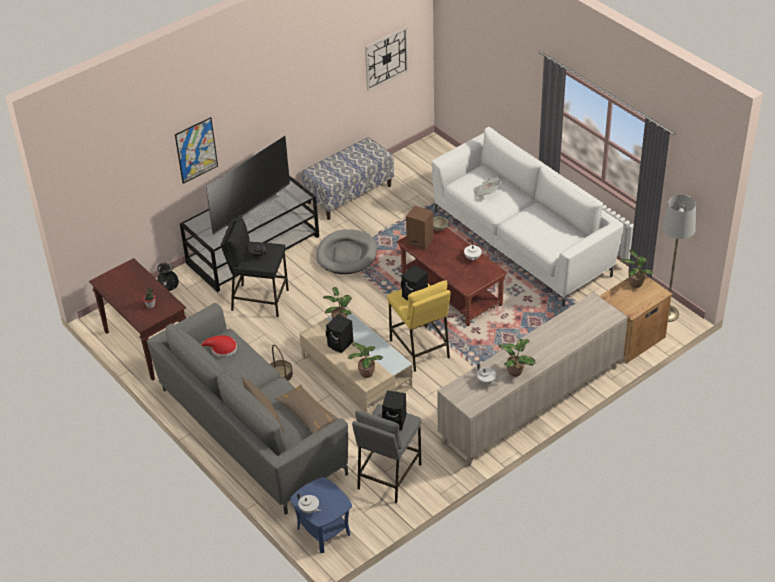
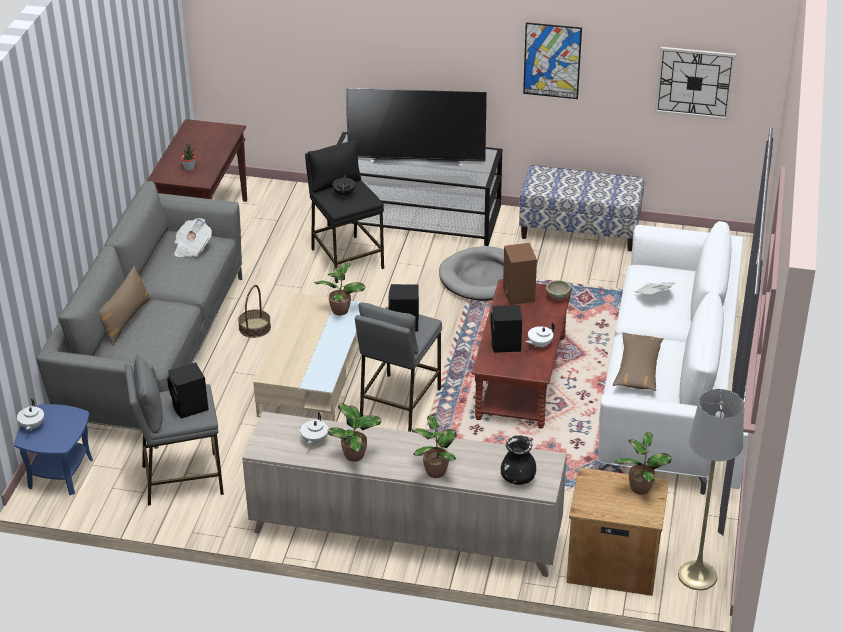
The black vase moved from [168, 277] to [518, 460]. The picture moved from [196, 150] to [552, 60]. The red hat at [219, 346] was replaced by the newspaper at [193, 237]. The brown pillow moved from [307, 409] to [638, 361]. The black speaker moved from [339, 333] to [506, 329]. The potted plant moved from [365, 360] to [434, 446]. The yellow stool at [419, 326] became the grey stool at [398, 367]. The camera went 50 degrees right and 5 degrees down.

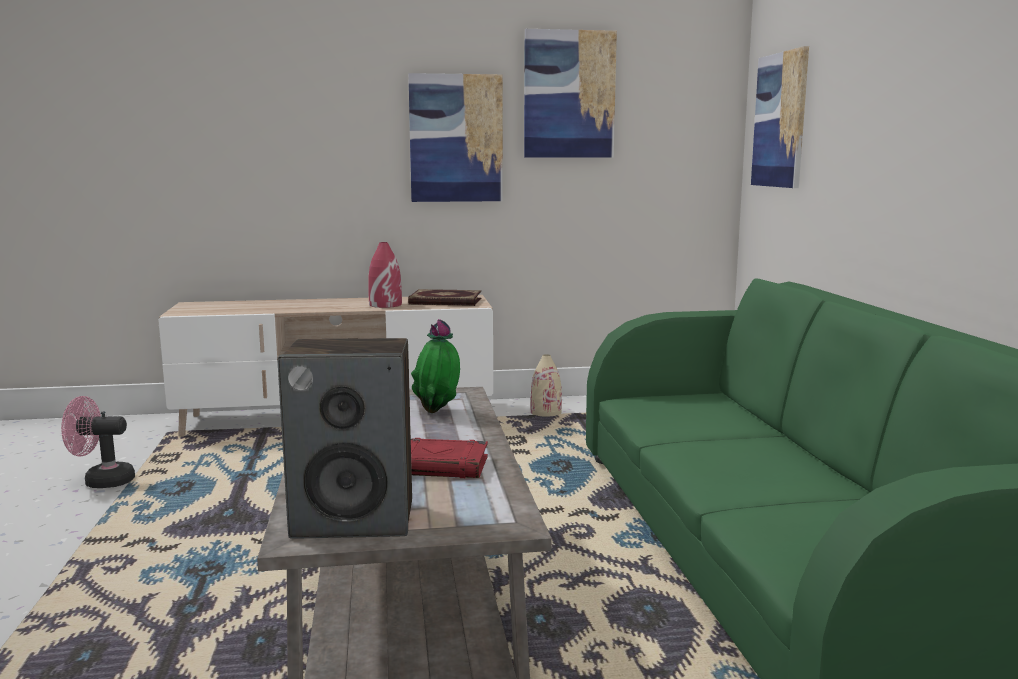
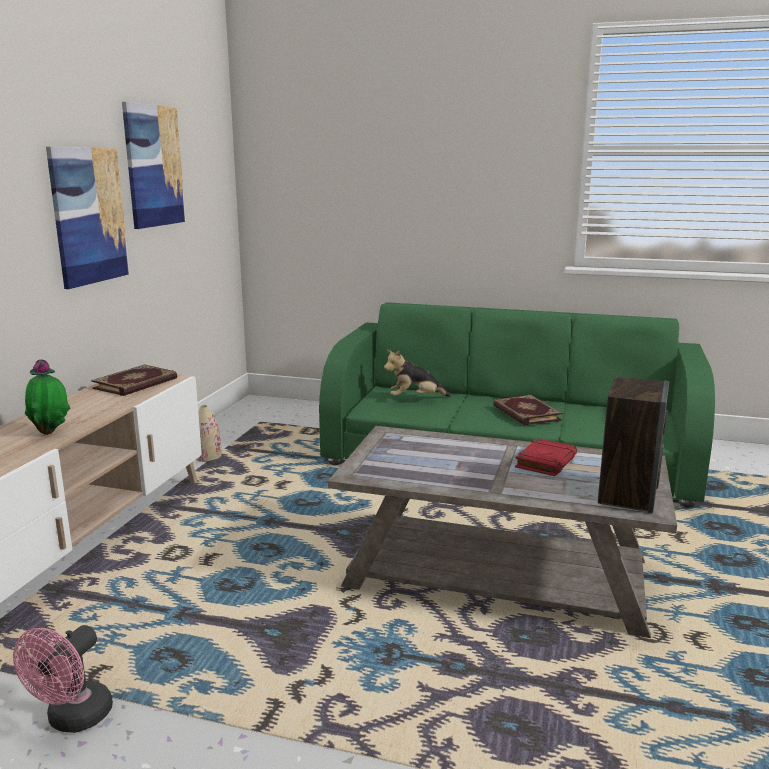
The red vase at [385, 275] disappeared. The potted plant moved from [435, 366] to [47, 397]. The picture at [780, 117] disappeared. The plush toy at [417, 373] appeared. The book at [528, 410] appeared. The camera went 65 degrees left and 5 degrees up.

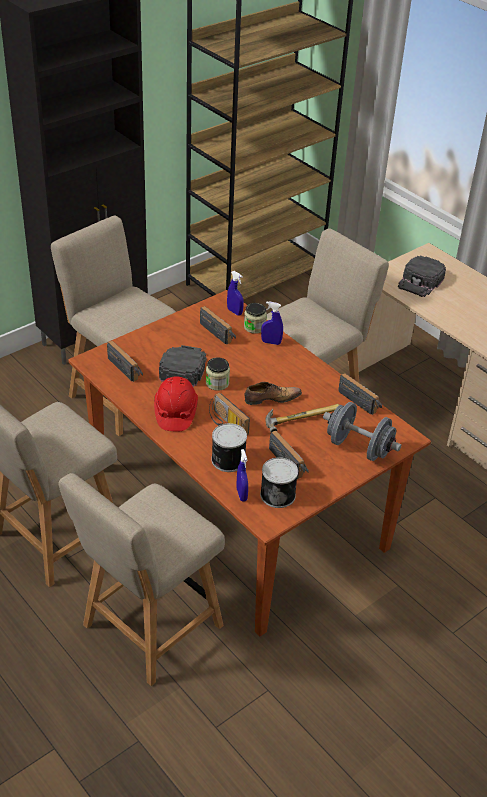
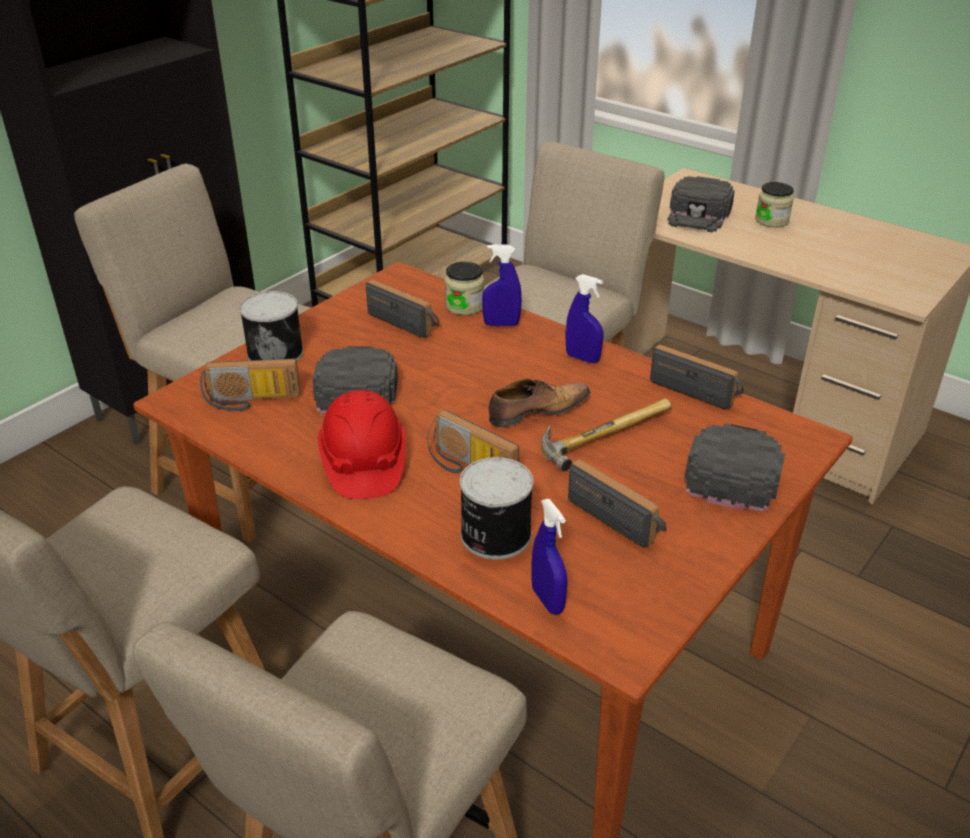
The radio at [125, 361] turned 135 degrees clockwise. The jar moved from [218, 374] to [774, 205]. The blue spray bottle moved from [235, 293] to [584, 318]. The can moved from [279, 482] to [271, 326]. The grey dumbbell at [362, 431] was replaced by the black cap at [735, 467]. The camera went 10 degrees left and 5 degrees down.

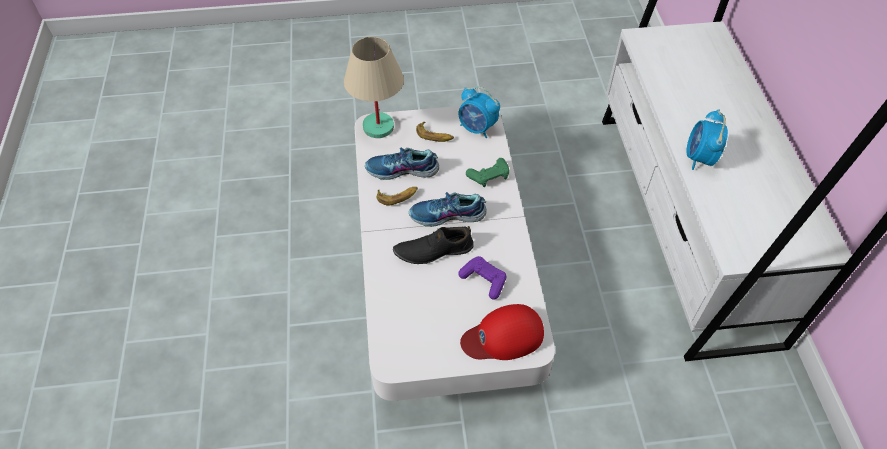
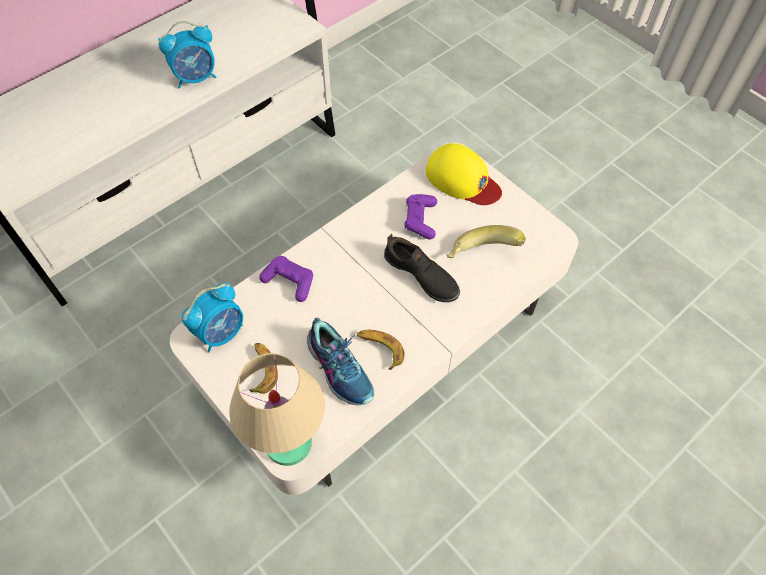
The shoe at [448, 209] disappeared. The alarm clock at [479, 112] turned 45 degrees clockwise. The red cap at [502, 332] became the yellow cap at [464, 174]. The green game controller at [487, 172] became the purple game controller at [286, 279]. The banana at [486, 241] appeared. The camera went 125 degrees left and 5 degrees up.

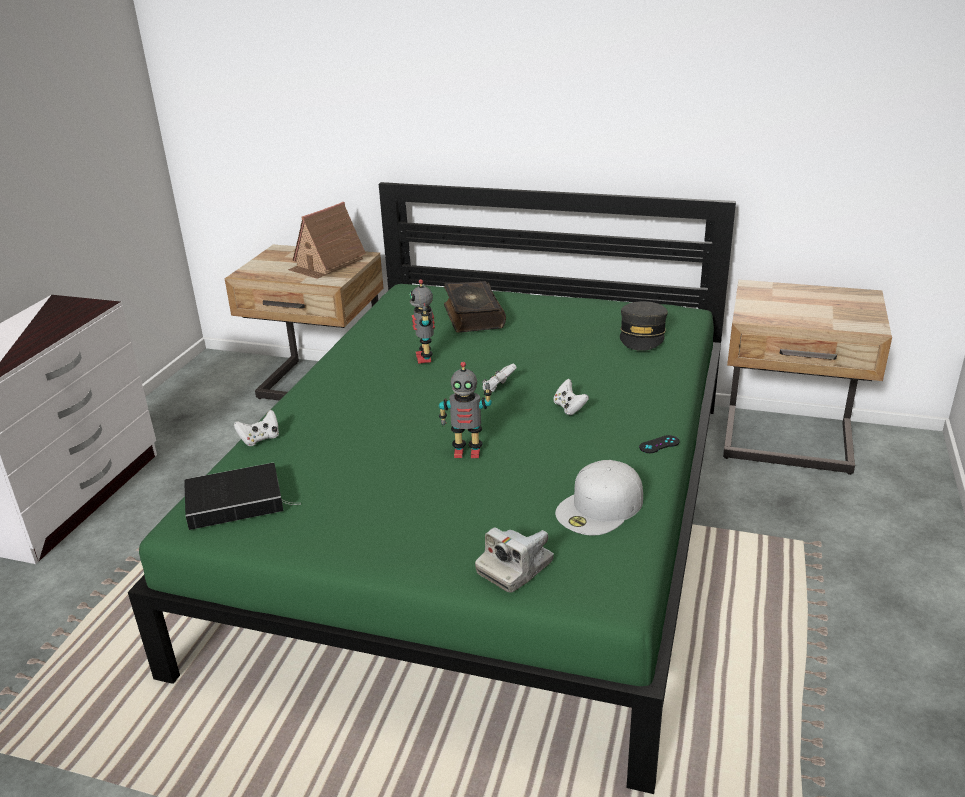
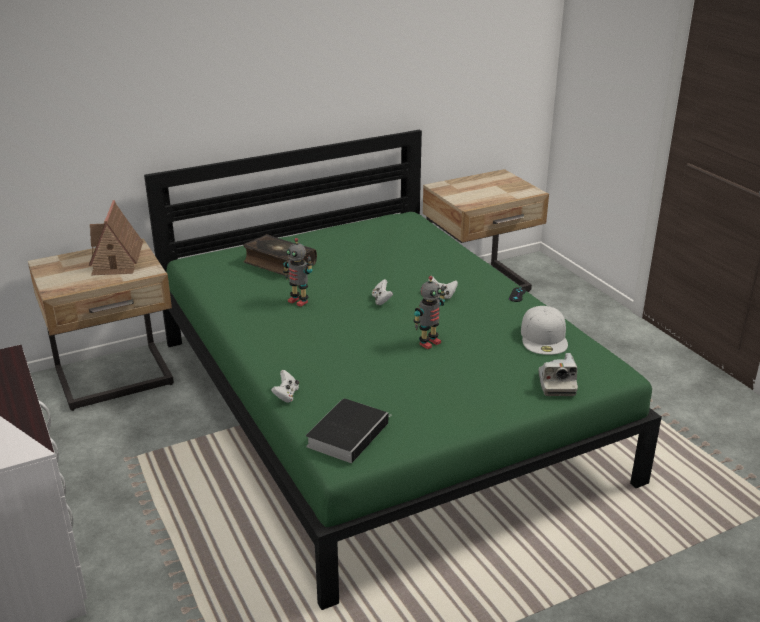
The grey cap at [644, 326] disappeared. The camera went 45 degrees left and 0 degrees up.

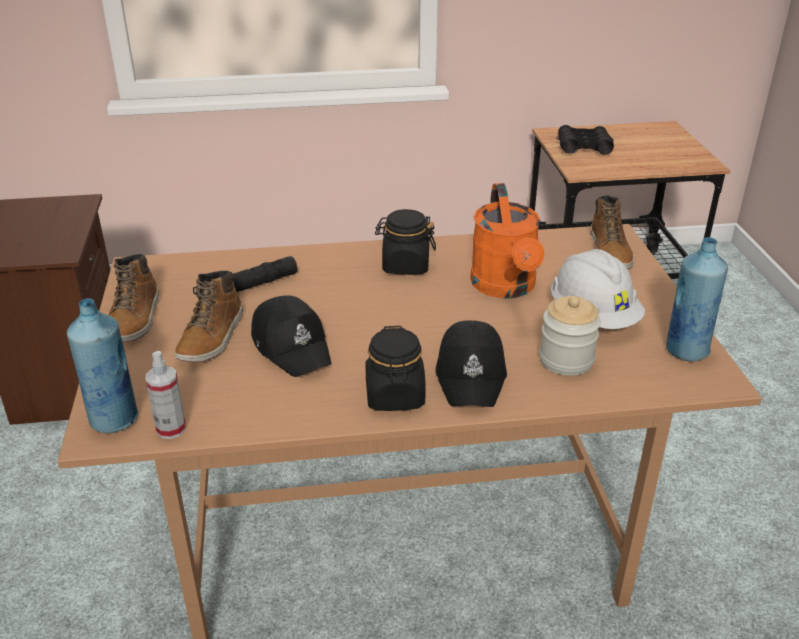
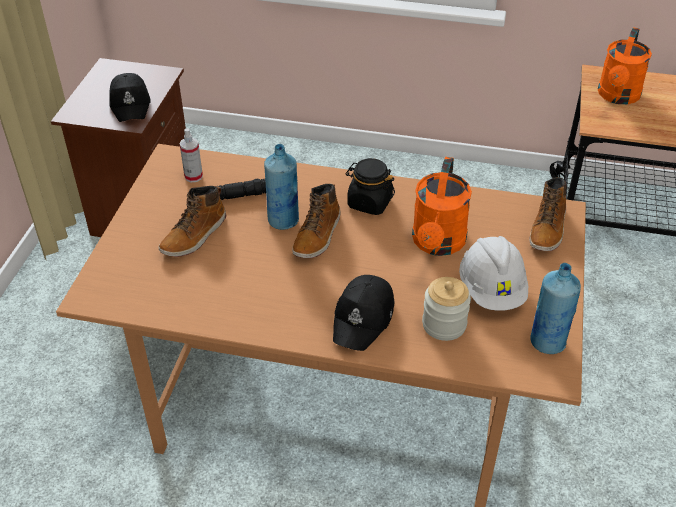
The blue bottle moved from [102, 365] to [281, 187]. The boot moved from [134, 298] to [316, 220]. The spray bottle moved from [165, 395] to [191, 155]. The black cap moved from [291, 336] to [130, 97]. The black jar at [395, 368] disappeared. The black binoculars at [585, 140] was replaced by the orange watering can at [625, 65]. The camera went 20 degrees right and 10 degrees up.

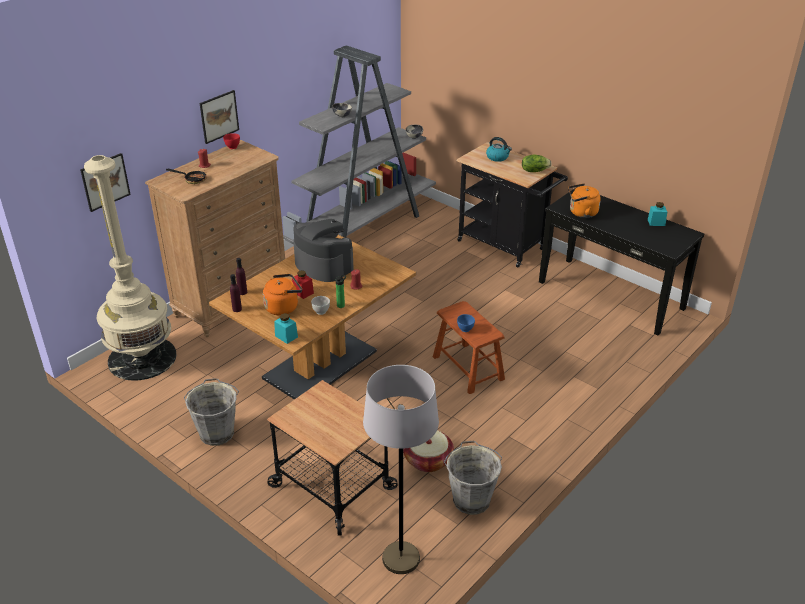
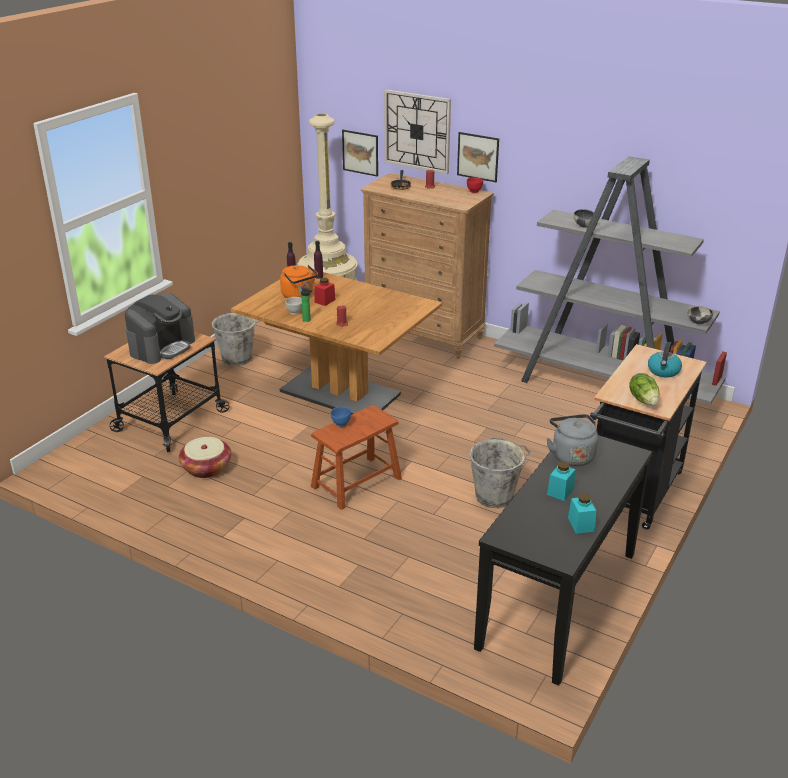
The turquoise jar moved from [286, 328] to [561, 481]. The coffee machine moved from [323, 250] to [160, 328]. The grey floor lamp at [401, 469] disappeared. The grey bucket moved from [473, 477] to [500, 473]. The orange kettle at [584, 200] became the grey kettle at [572, 440]. The wall clock at [417, 132] appeared. The camera went 80 degrees right and 5 degrees down.

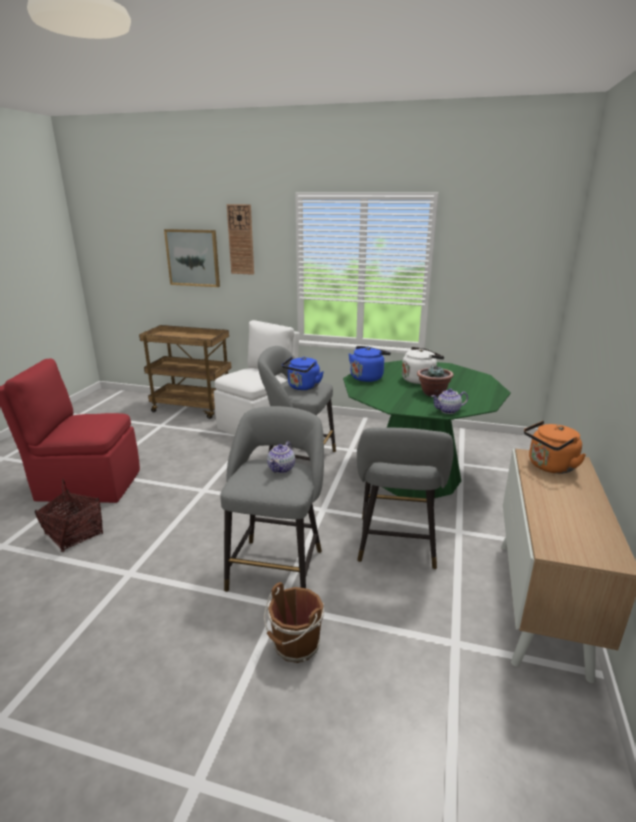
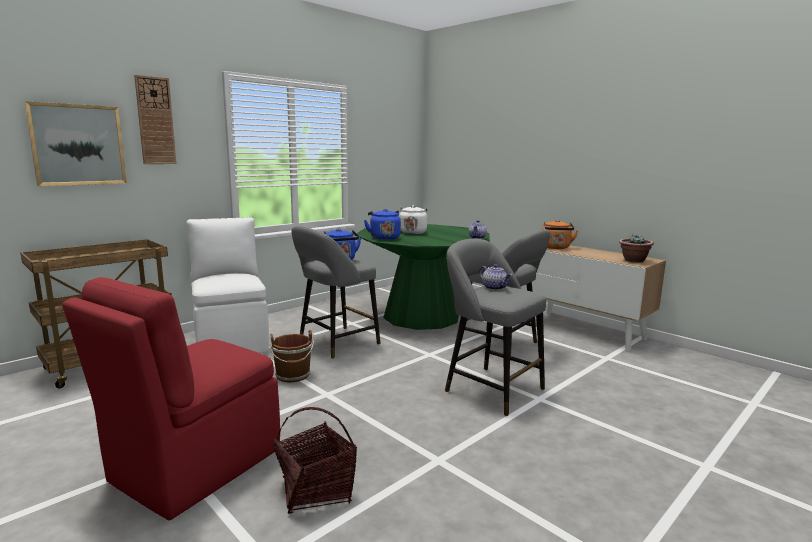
The brown bucket moved from [294, 622] to [292, 356]. The potted plant moved from [435, 381] to [636, 249]. The camera went 60 degrees left and 10 degrees down.

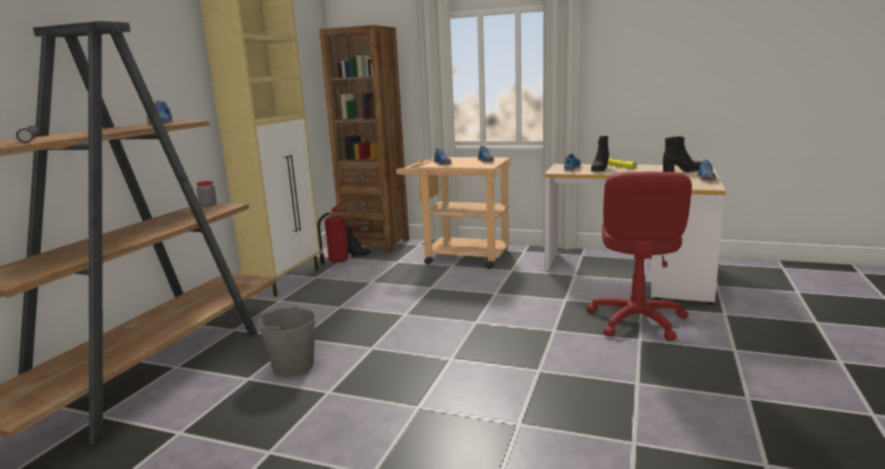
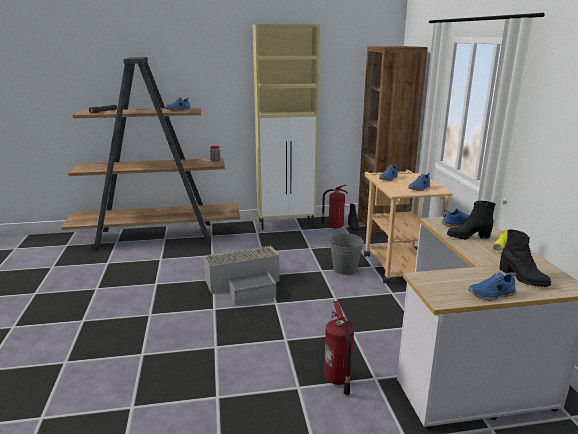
The grey bucket moved from [287, 340] to [347, 254]. The red office chair at [639, 256] was replaced by the fire extinguisher at [339, 348]. The grey storage box at [241, 275] appeared. The camera went 60 degrees right and 5 degrees up.

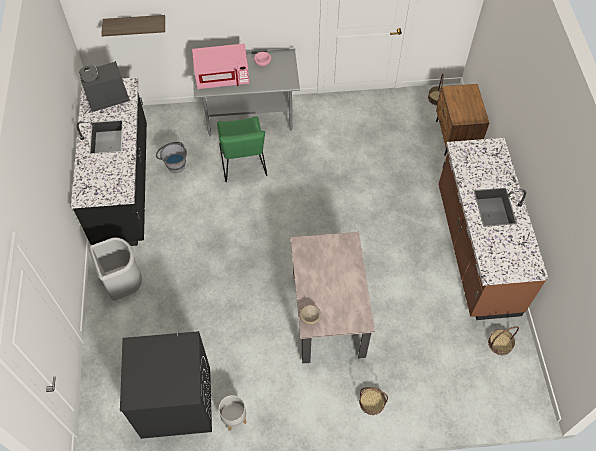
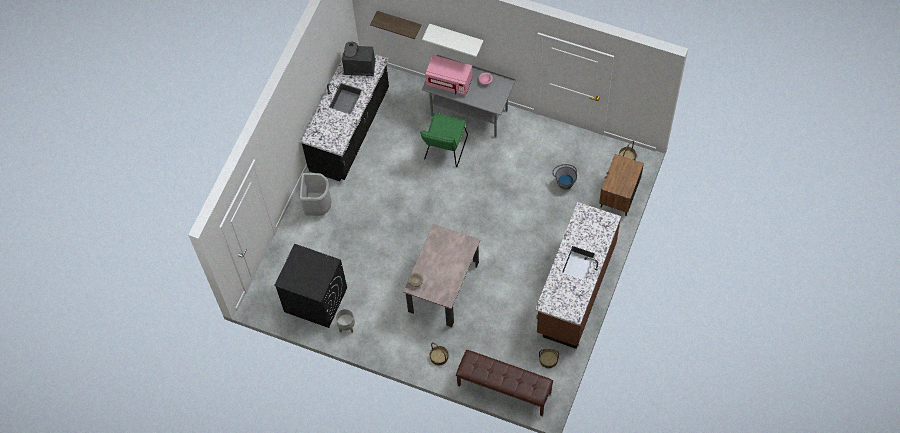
The grey bucket moved from [171, 157] to [564, 177]. The white shelf at [452, 40] appeared. The brown bench at [504, 383] appeared. The camera went 30 degrees right and 5 degrees up.

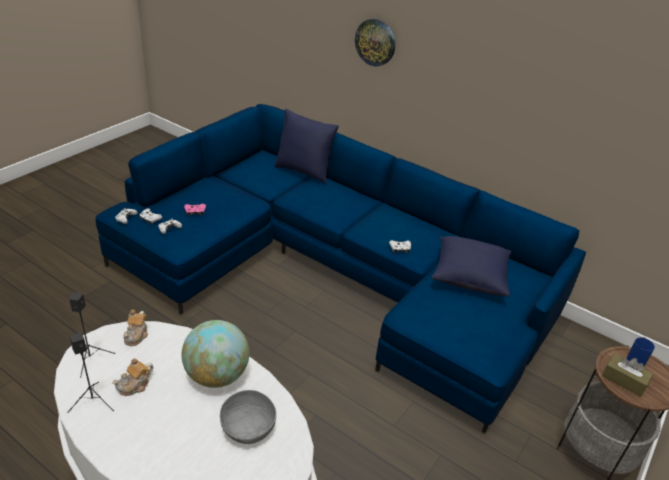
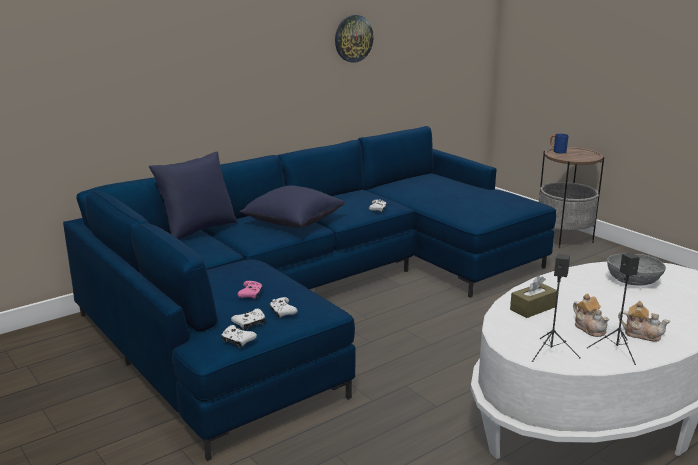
The teapot moved from [135, 328] to [644, 321]. The globe at [215, 354] disappeared. The wall clock moved from [375, 42] to [354, 39]. The blue pillow moved from [471, 266] to [292, 206]. The brown tissue box moved from [627, 375] to [533, 297]. The camera went 70 degrees left and 15 degrees down.

